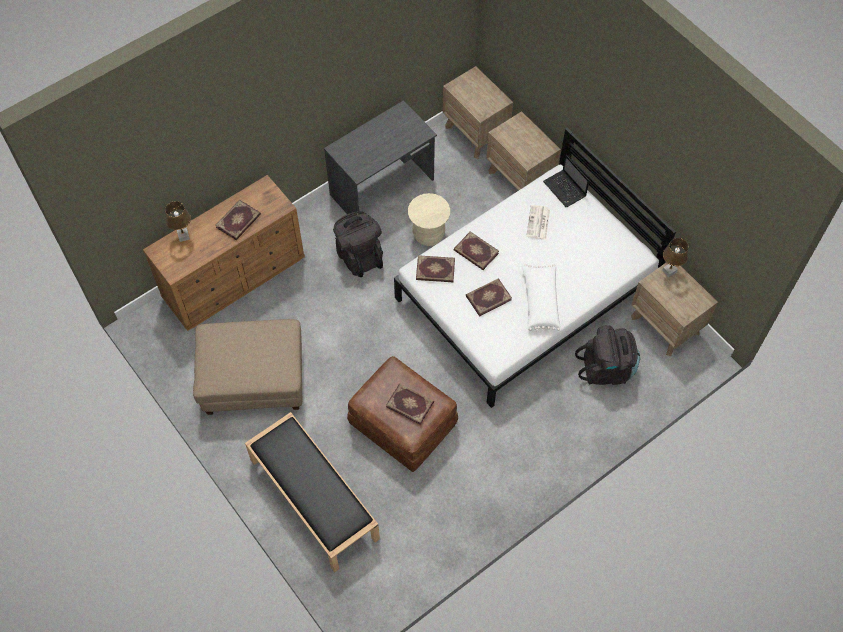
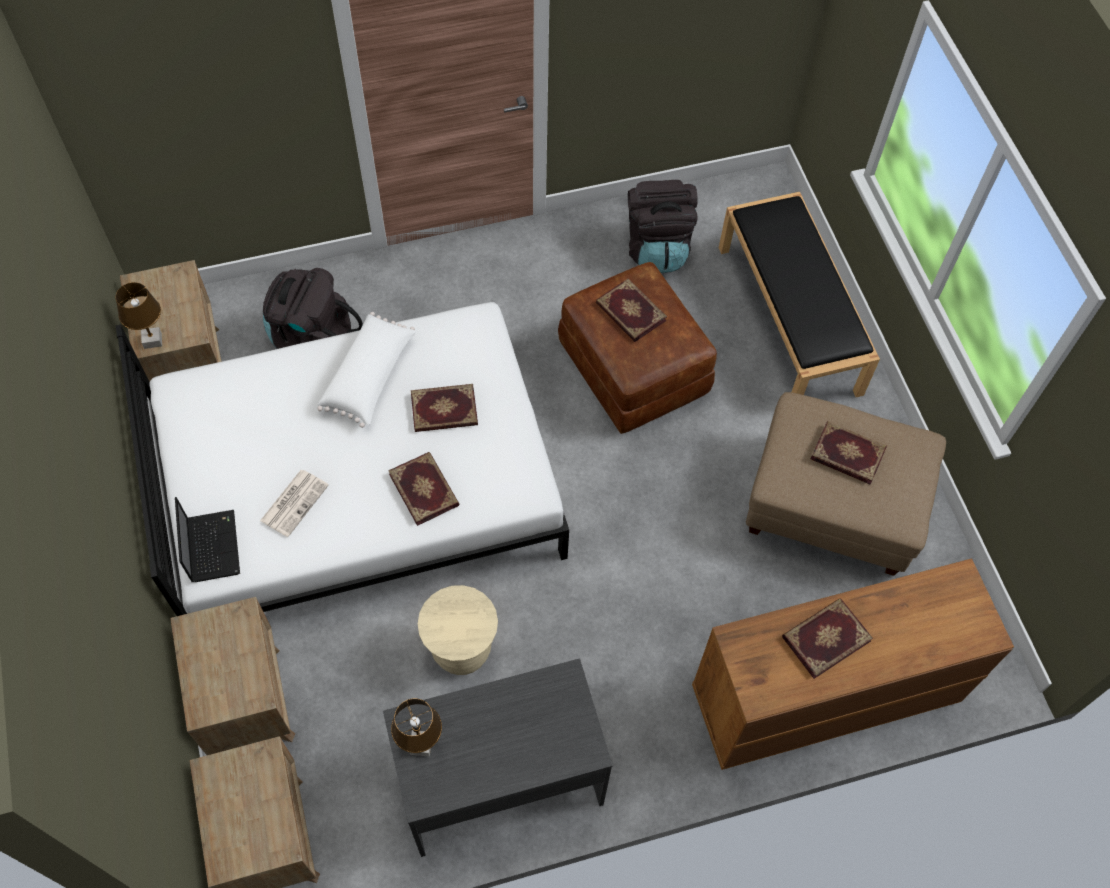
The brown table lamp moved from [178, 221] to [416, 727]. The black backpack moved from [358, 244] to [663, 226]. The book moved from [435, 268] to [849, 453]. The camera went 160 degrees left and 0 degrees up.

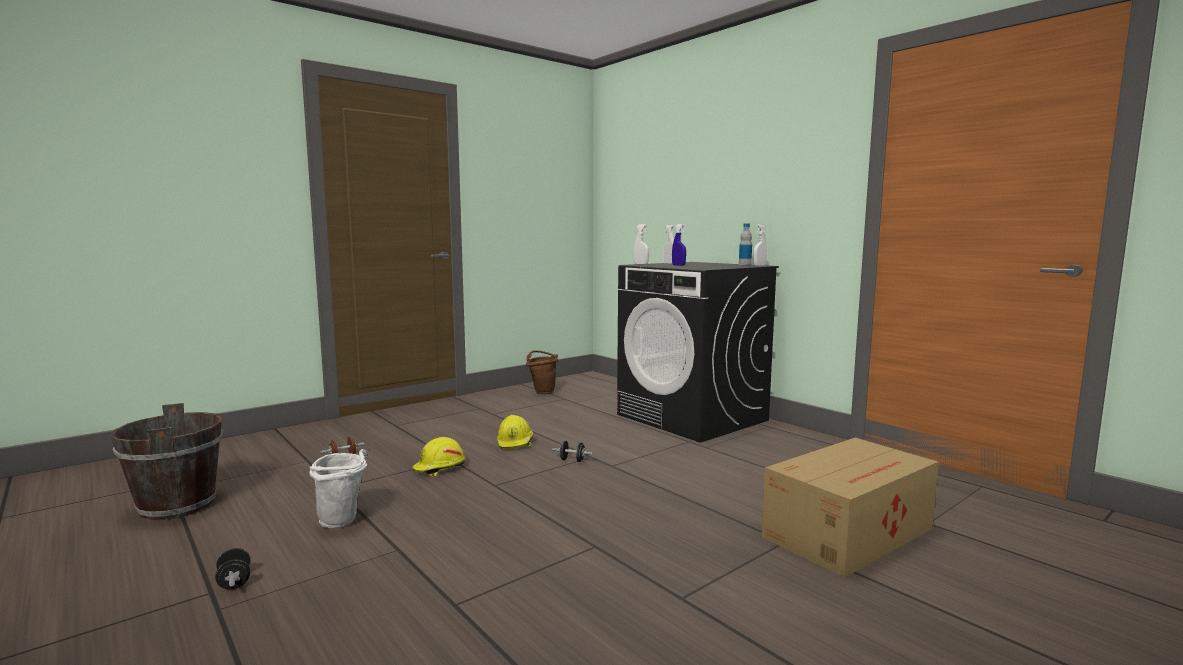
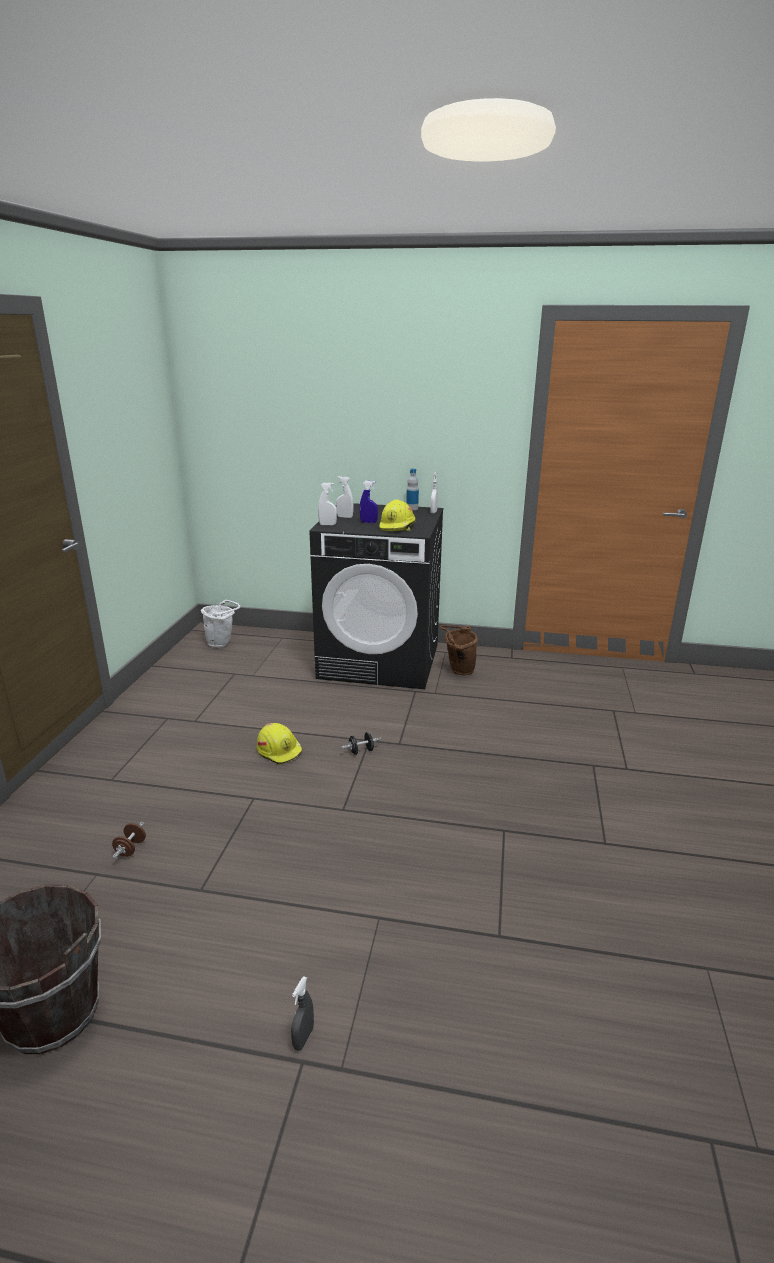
The black dumbbell at [232, 568] was replaced by the grey spray bottle at [302, 1013]. The white bucket moved from [338, 488] to [221, 623]. The yellow hard hat moved from [438, 457] to [397, 515]. The brown bucket moved from [542, 372] to [459, 650]. The cardboard box at [850, 508] disappeared. The camera went 40 degrees left and 15 degrees up.

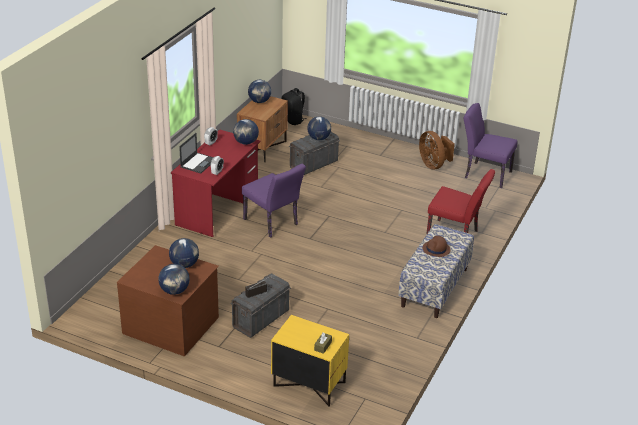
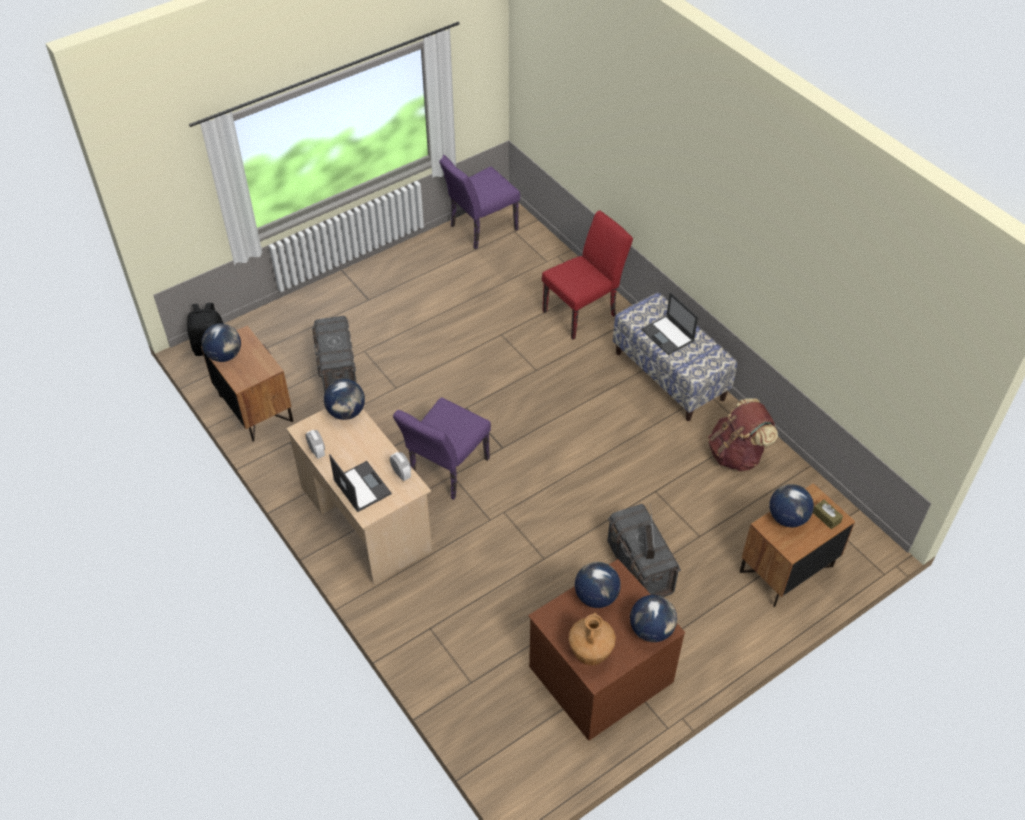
The red desk at [215, 183] became the beige desk at [359, 496]. The purple chair at [274, 201] turned 135 degrees clockwise. The yellow nightstand at [310, 360] became the brown nightstand at [797, 545]. The globe moved from [319, 128] to [791, 505]. The brown fan at [437, 150] disappeared. The brown hat at [436, 246] was replaced by the laptop at [669, 323]. The brown vase at [592, 638] appeared. The brown backpack at [743, 435] appeared. The camera went 60 degrees left and 15 degrees up.

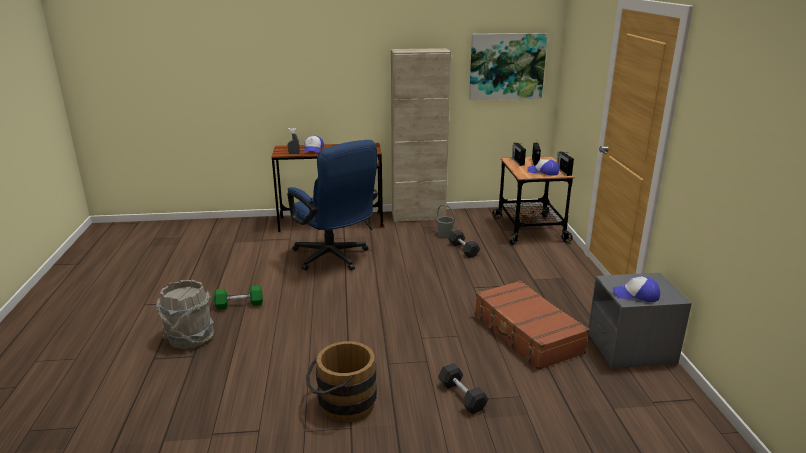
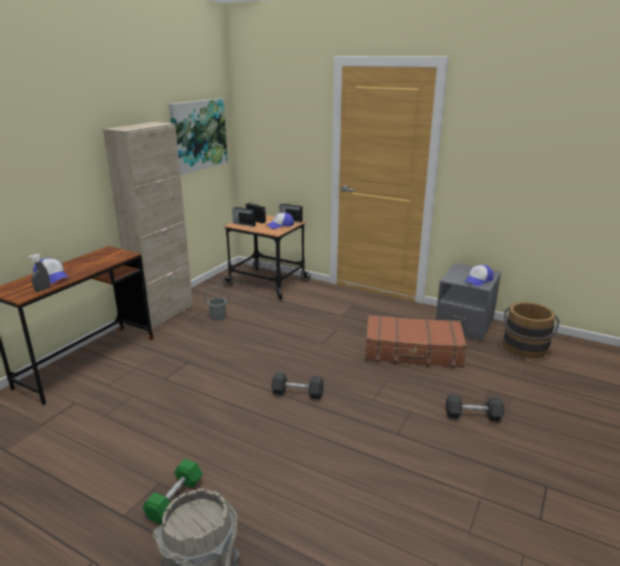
The blue office chair at [332, 205] disappeared. The brown bucket moved from [341, 382] to [531, 330]. The grey dumbbell moved from [464, 244] to [298, 385]. The camera went 55 degrees left and 0 degrees up.

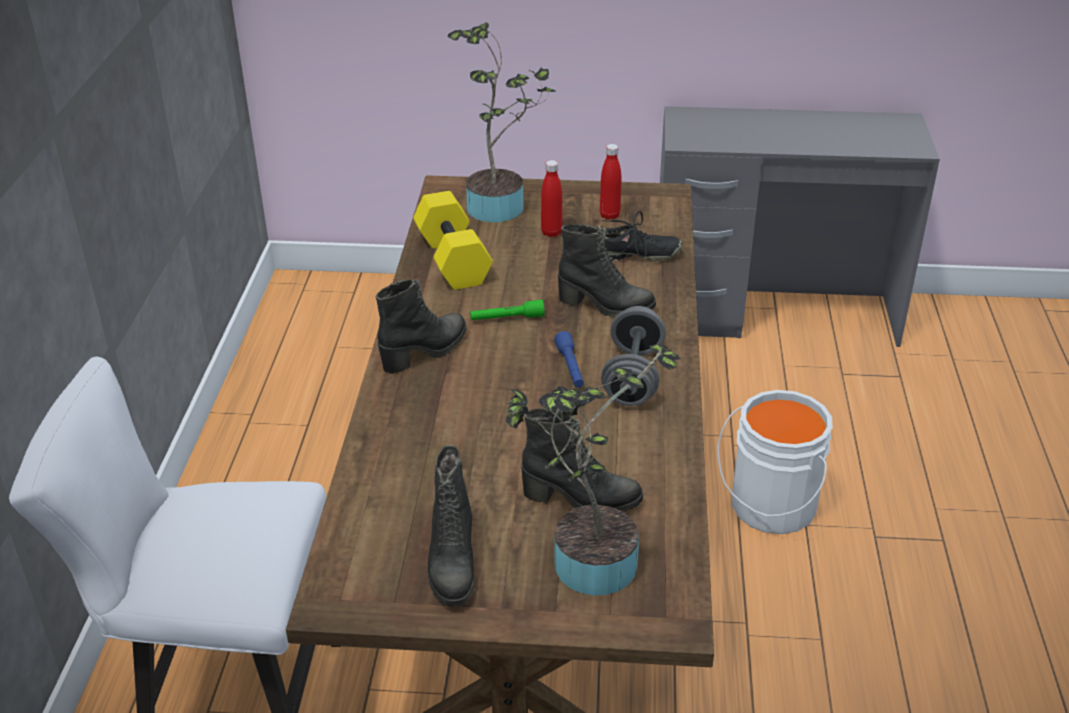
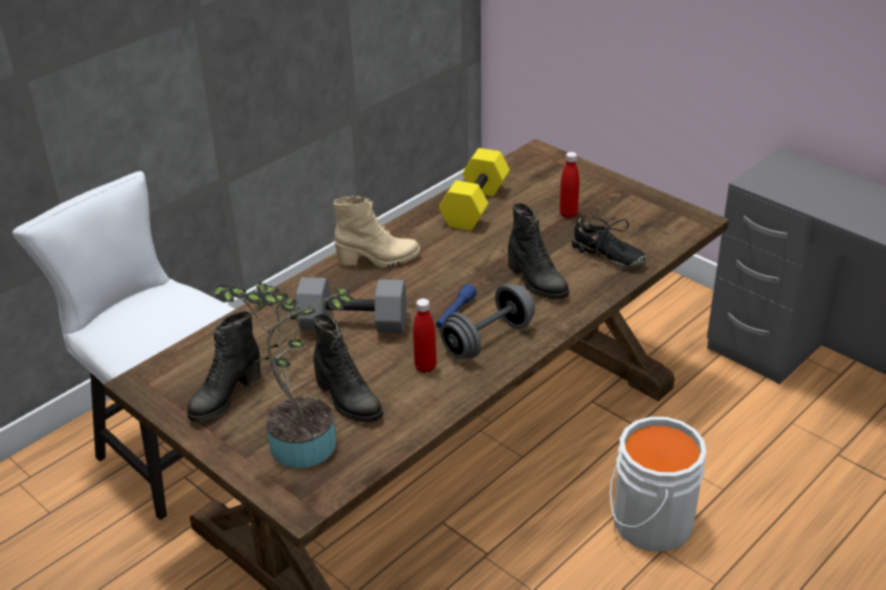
The black boot at [420, 326] became the beige boot at [376, 232]. The potted plant at [501, 122] disappeared. The green flashlight at [507, 309] disappeared. The red bottle moved from [610, 182] to [424, 335]. The grey dumbbell at [351, 305] appeared. The camera went 40 degrees right and 0 degrees up.

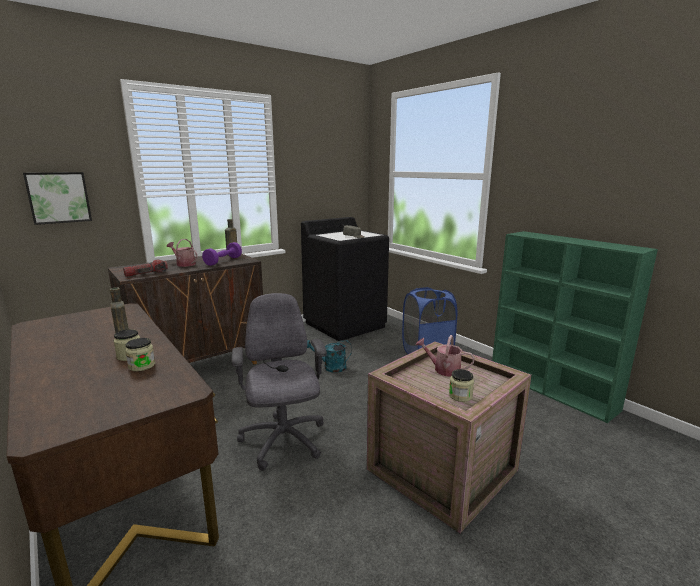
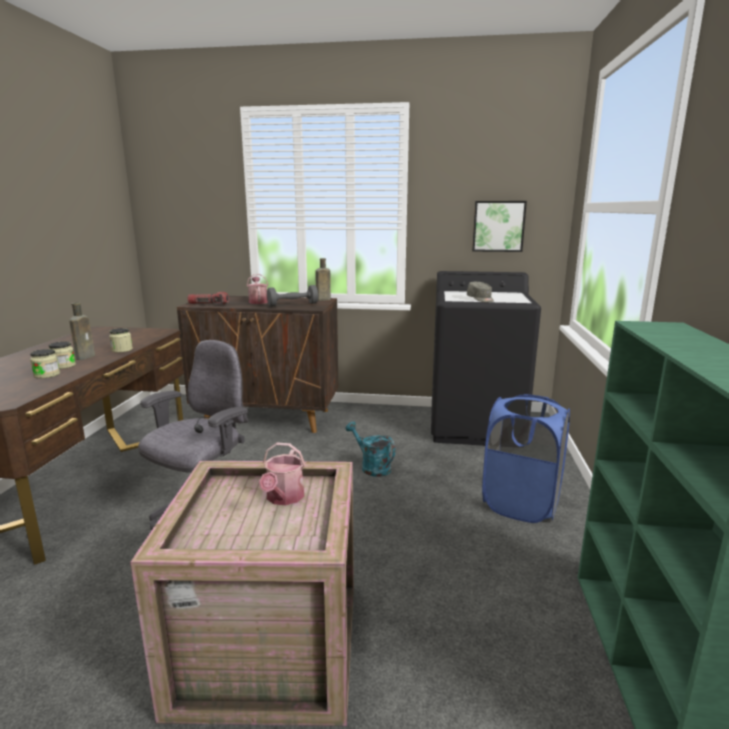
The picture moved from [57, 198] to [499, 226]. The purple dumbbell at [222, 254] became the grey dumbbell at [292, 296]. The watering can at [445, 356] turned 150 degrees counterclockwise. The jar moved from [461, 385] to [121, 340]. The camera went 45 degrees right and 0 degrees up.

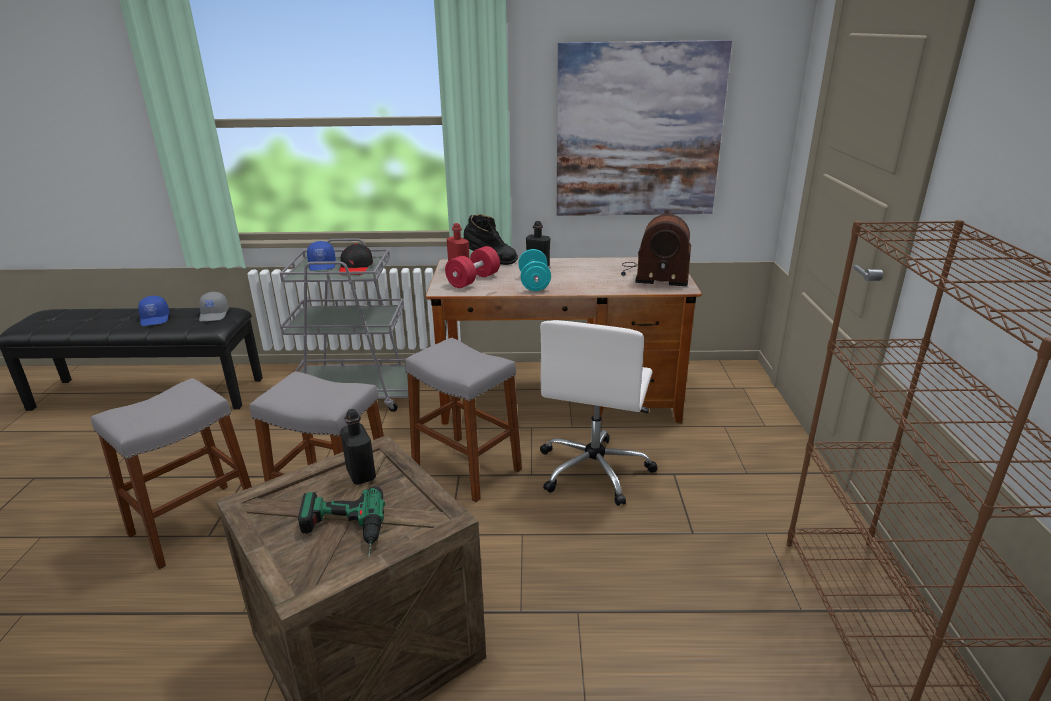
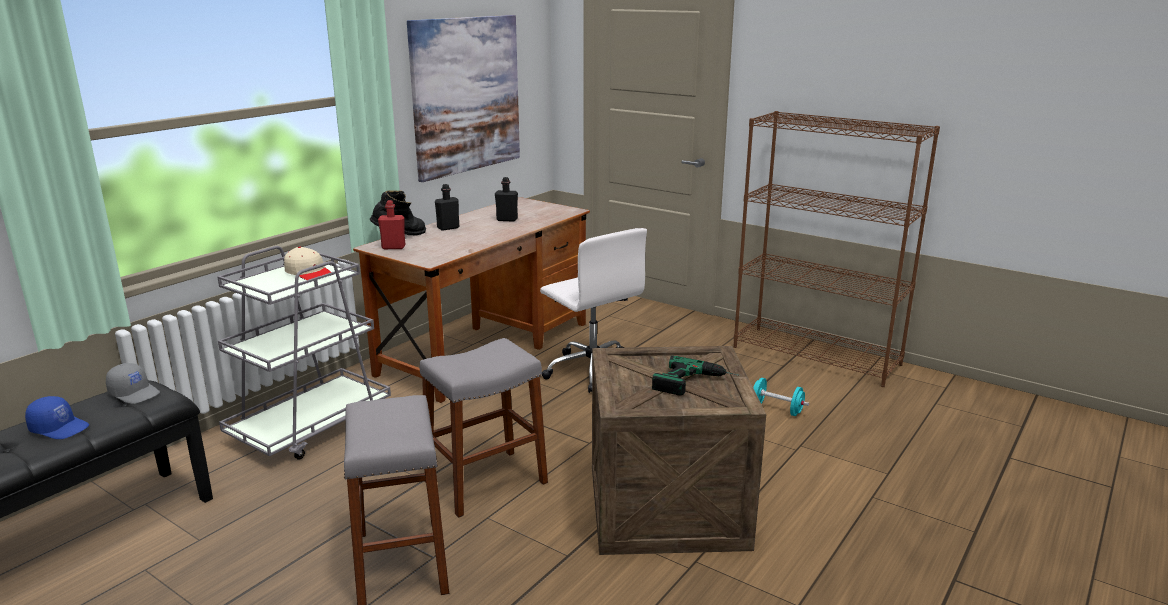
The blue cap at [321, 256] disappeared. The black cap at [356, 259] became the beige cap at [307, 263]. The black bottle moved from [358, 447] to [506, 199]. The grey stool at [463, 420] disappeared. The red dumbbell at [472, 267] disappeared. The turquoise dumbbell moved from [534, 270] to [781, 397]. The radio at [656, 250] disappeared. The camera went 55 degrees left and 5 degrees down.

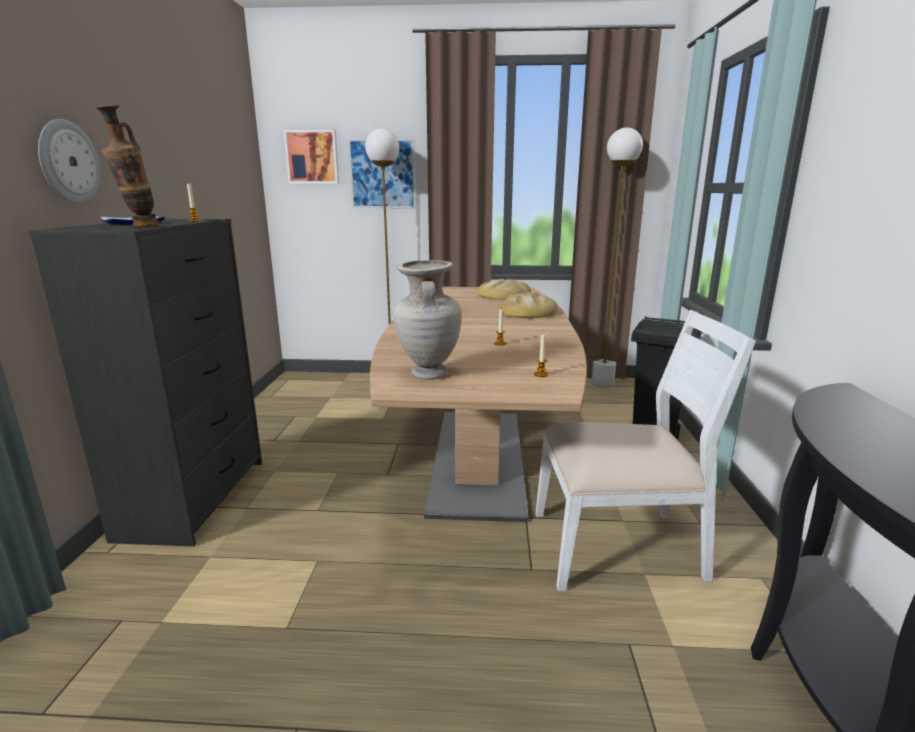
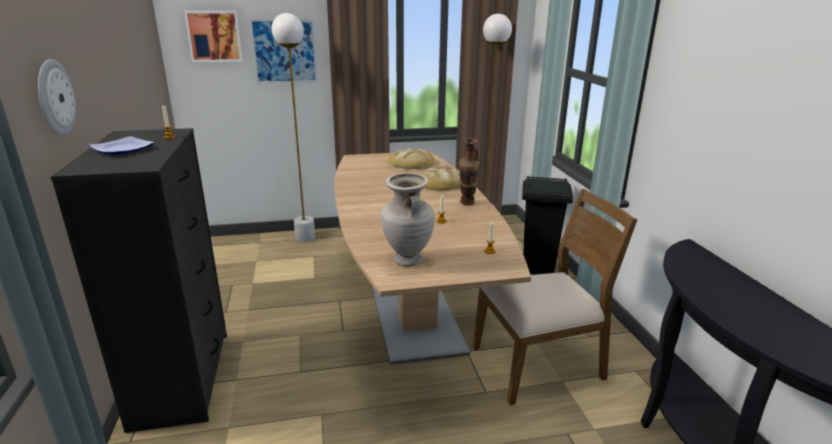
The vase moved from [127, 166] to [469, 171]. The white chair at [645, 450] became the brown chair at [555, 297]. The camera went 15 degrees left and 5 degrees up.

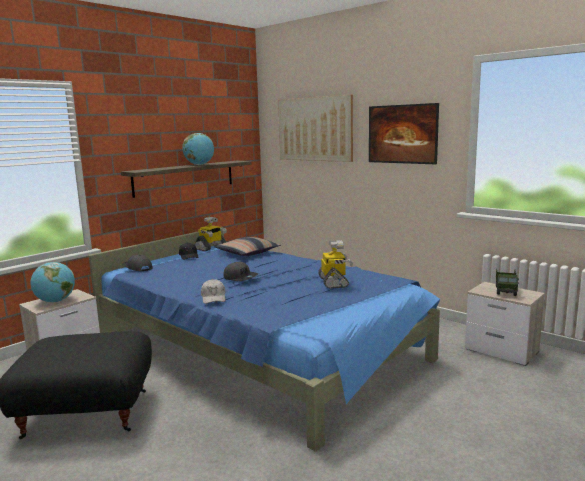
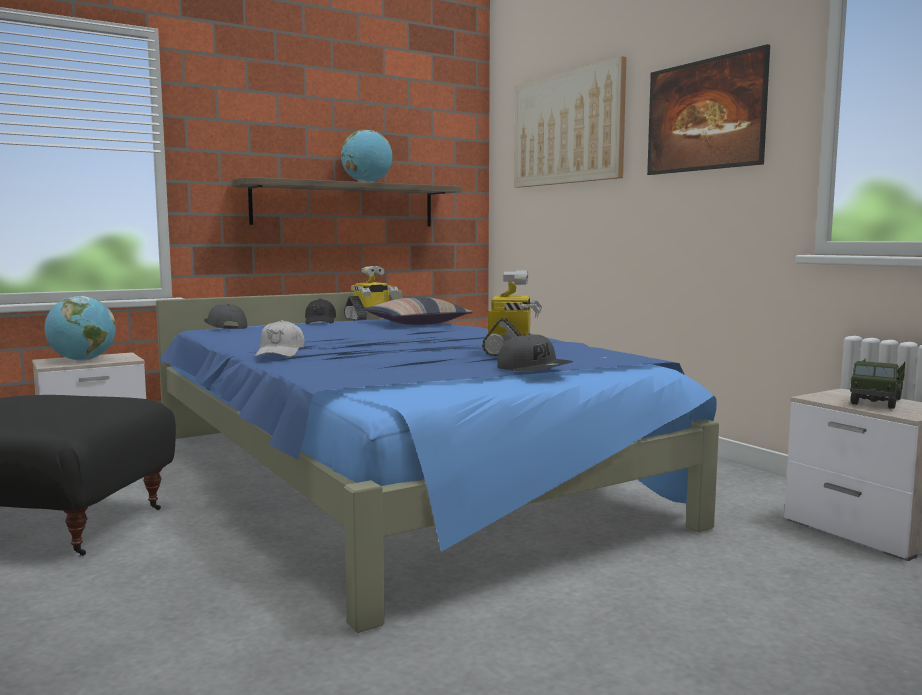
The grey cap moved from [241, 271] to [535, 353]. The camera went 15 degrees right and 5 degrees down.

